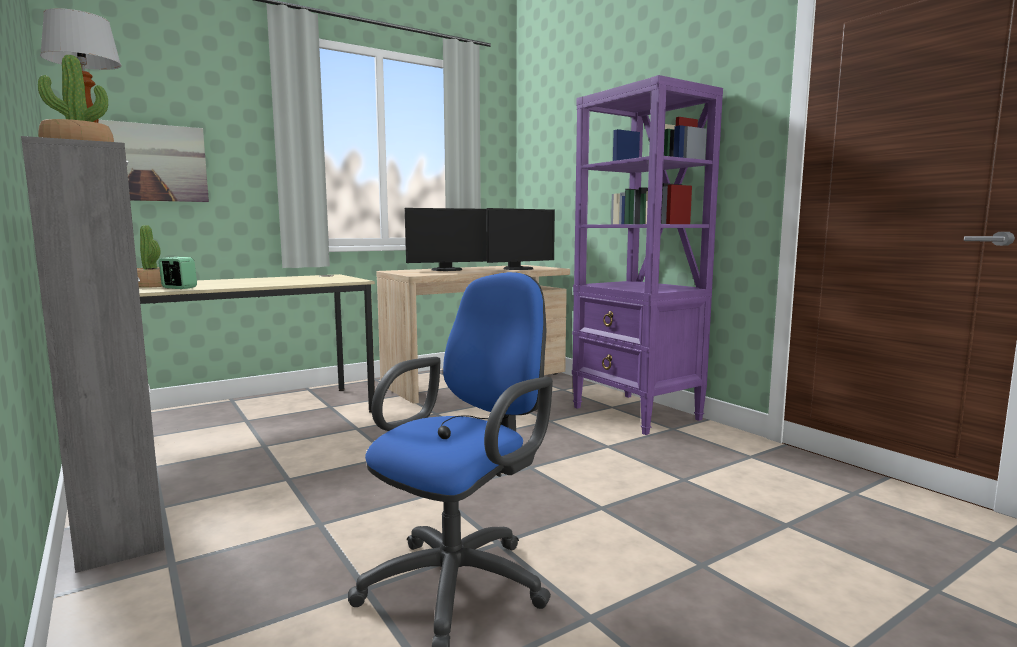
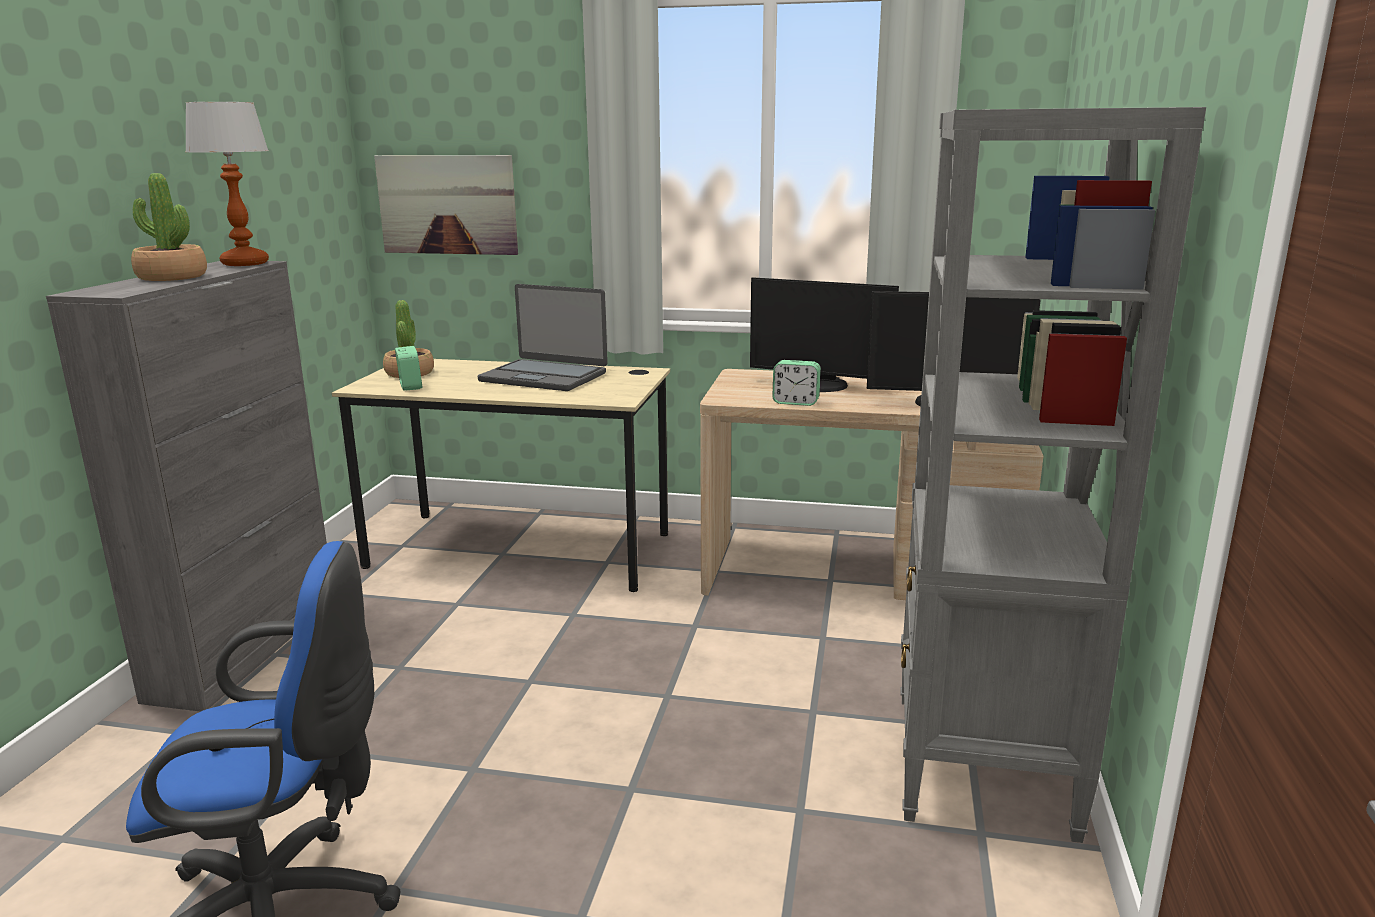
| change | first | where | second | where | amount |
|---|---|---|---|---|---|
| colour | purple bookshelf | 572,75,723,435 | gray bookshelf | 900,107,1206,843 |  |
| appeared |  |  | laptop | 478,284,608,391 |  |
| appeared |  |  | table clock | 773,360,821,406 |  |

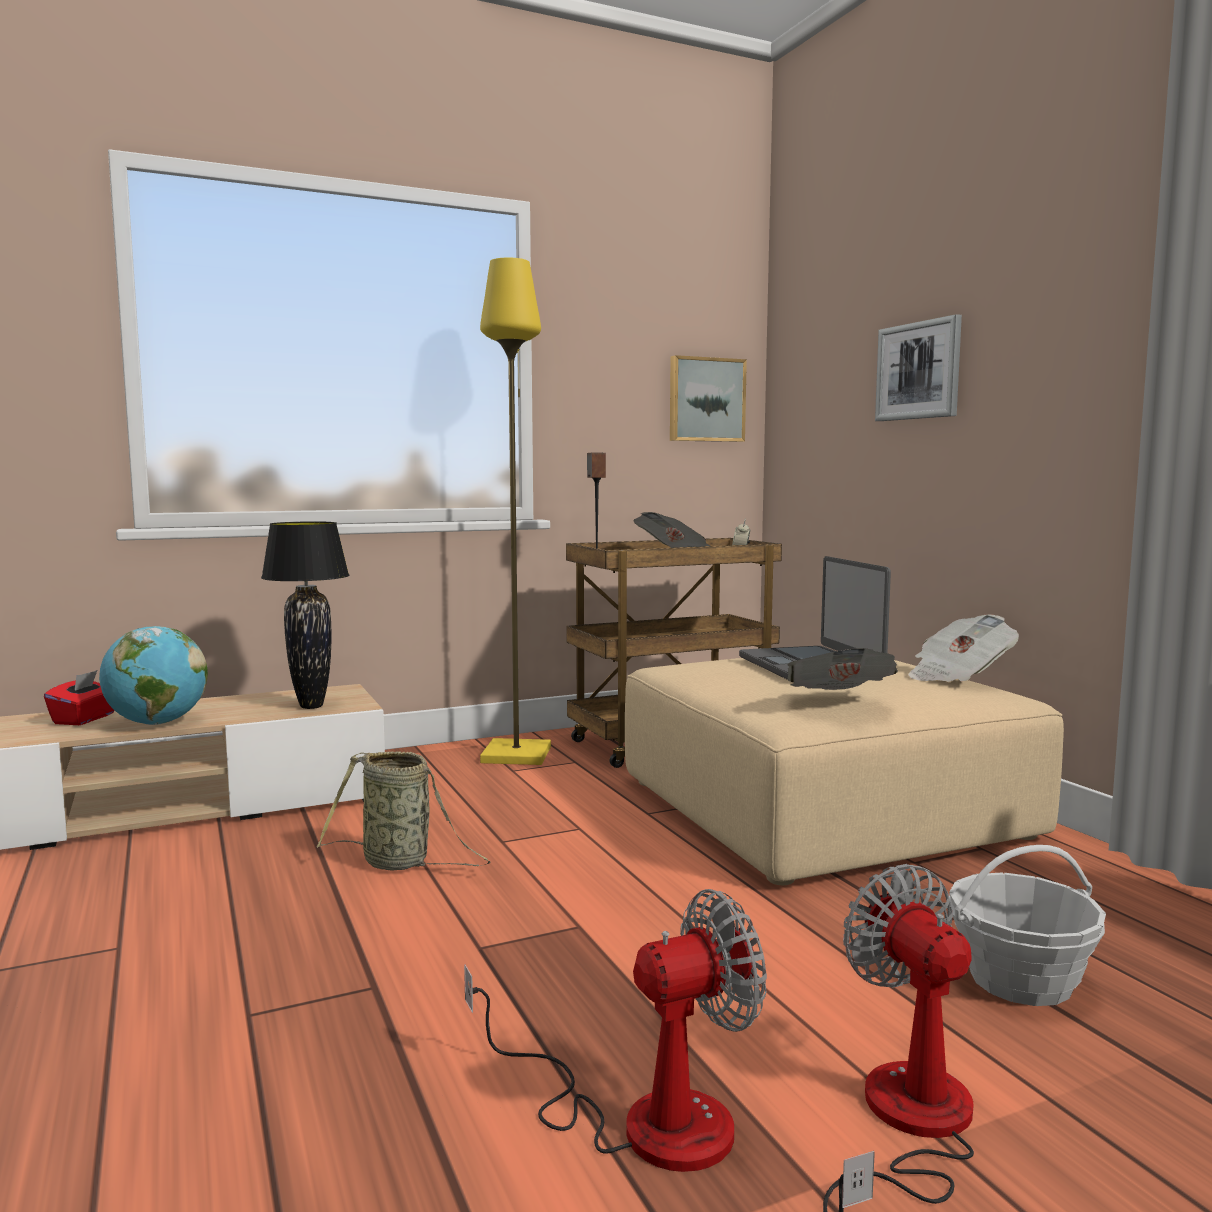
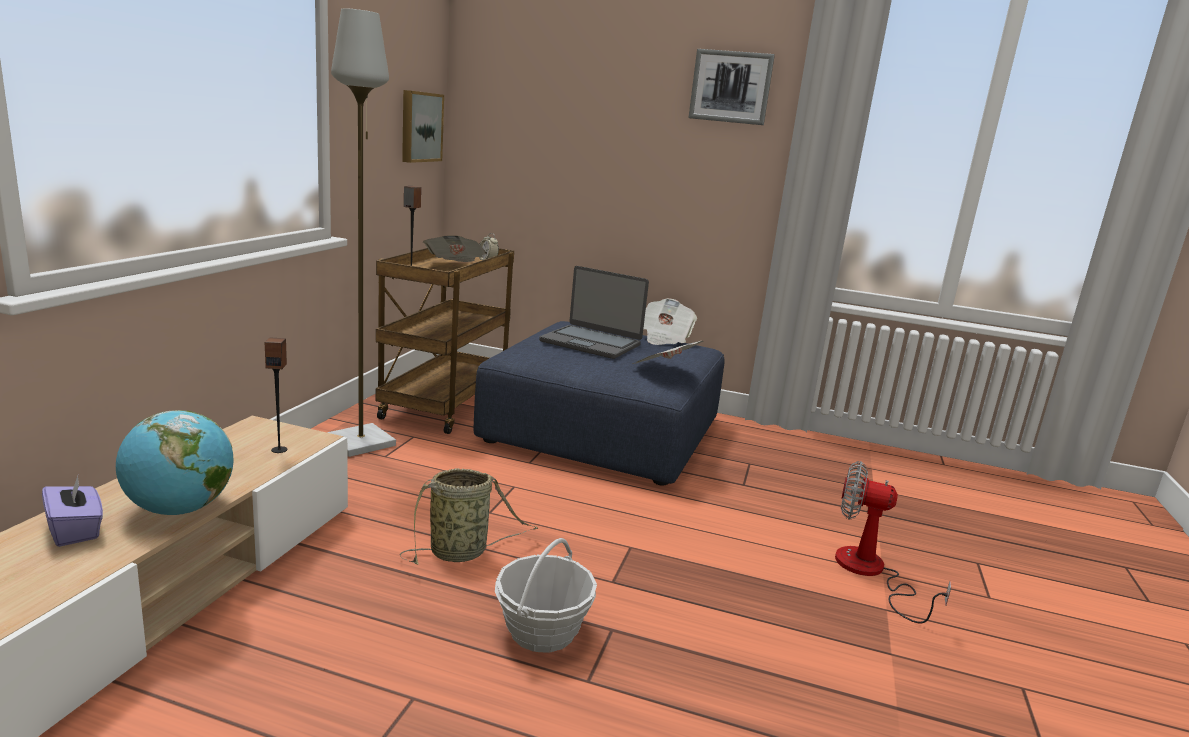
| change | first | where | second | where | amount |
|---|---|---|---|---|---|
| colour | yellow floor lamp | 480,258,551,765 | gray floor lamp | 327,8,396,457 |  |
| relocated | wall picture | 875,314,962,421 |  | 688,49,775,125 |  |
| exchanged | black lamp for a table | 261,521,349,709 | loudspeaker | 265,337,287,453 |  |
| colour | beige pouffe | 625,658,1064,885 | blue-coloured pouffe | 474,321,725,486 |  |
| colour | red-coloured tissue box | 44,670,115,725 | purple tissue box | 42,476,103,547 |  |
| relocated | storage basket | 949,845,1106,1006 |  | 495,538,597,653 |  |
| missing | electric fan | 464,889,767,1172 |  |  |  |

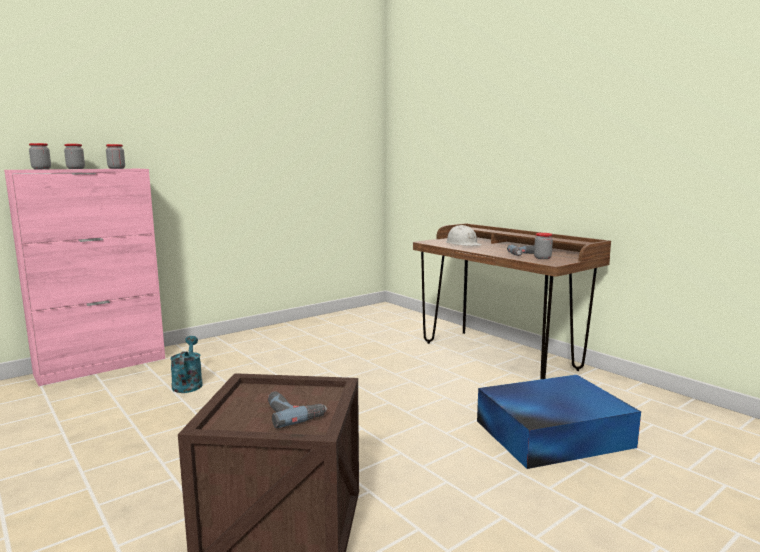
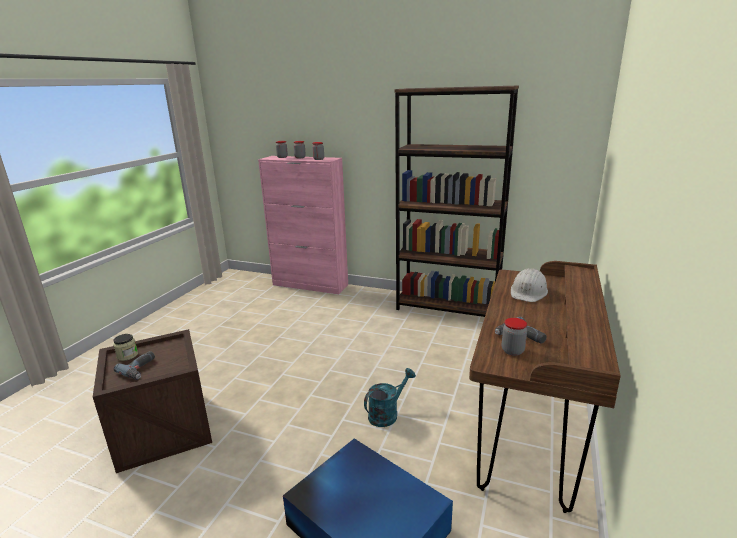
| change | first | where | second | where | amount |
|---|---|---|---|---|---|
| relocated | blue-green sprinkling can | 170,336,203,393 |  | 364,368,416,427 |  |
| appeared |  |  | brown-coloured bookshelf | 394,85,519,317 |  |
| appeared |  |  | storage jar | 113,334,138,361 |  |

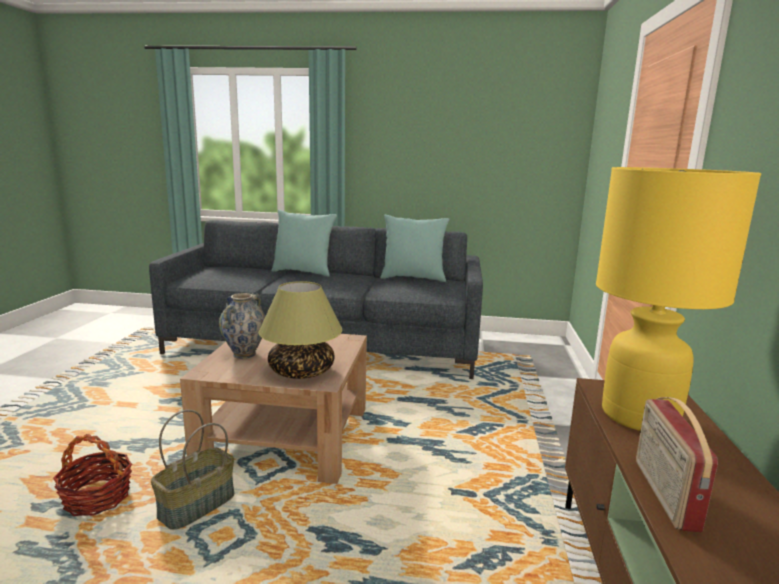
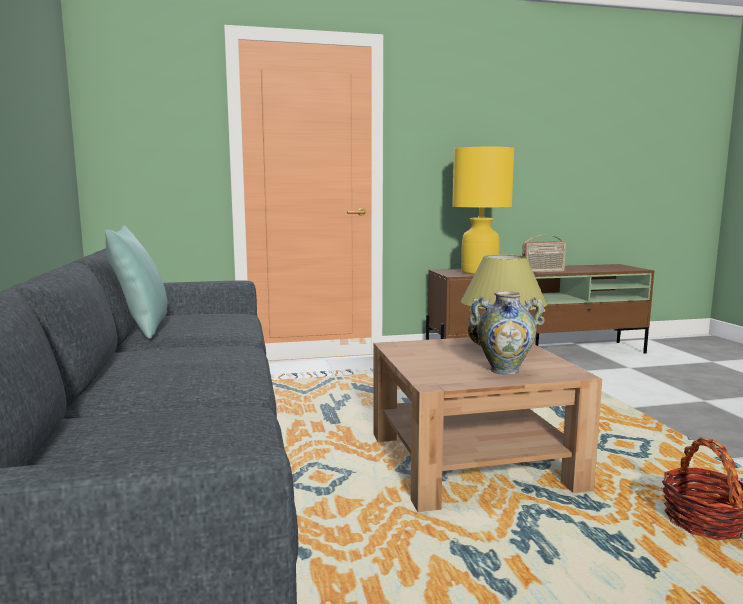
| change | first | where | second | where | amount |
|---|---|---|---|---|---|
| missing | blue-green cushion | 271,210,337,277 |  |  |  |
| missing | storage basket | 151,410,234,530 |  |  |  |

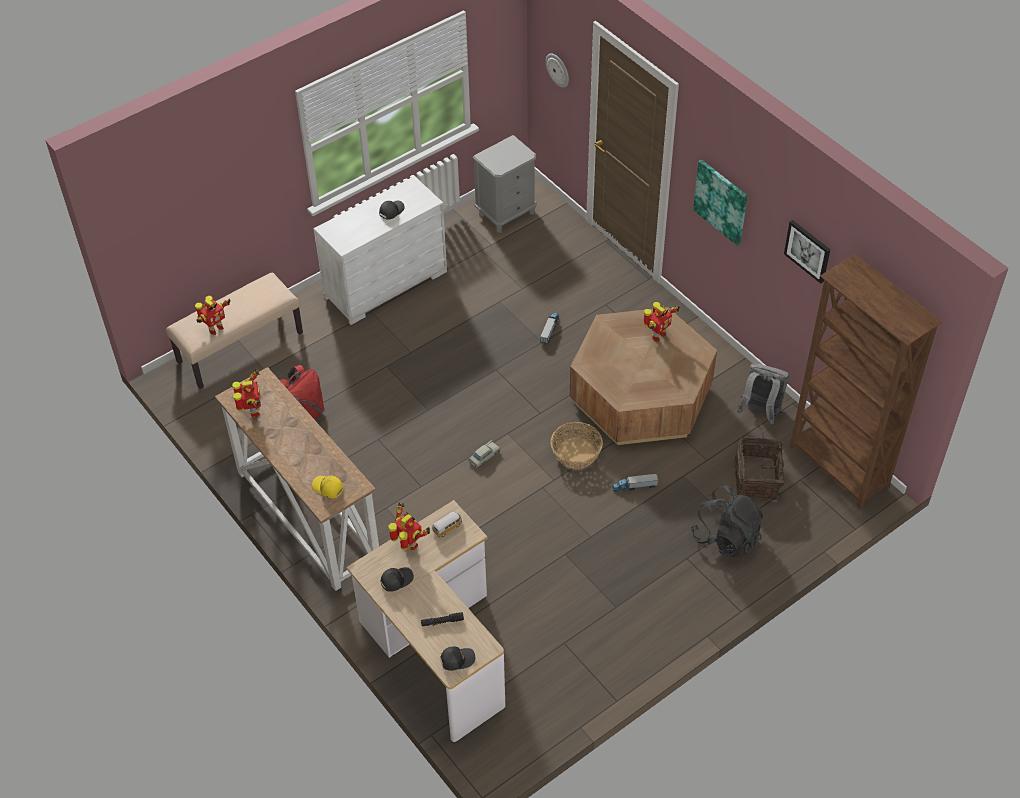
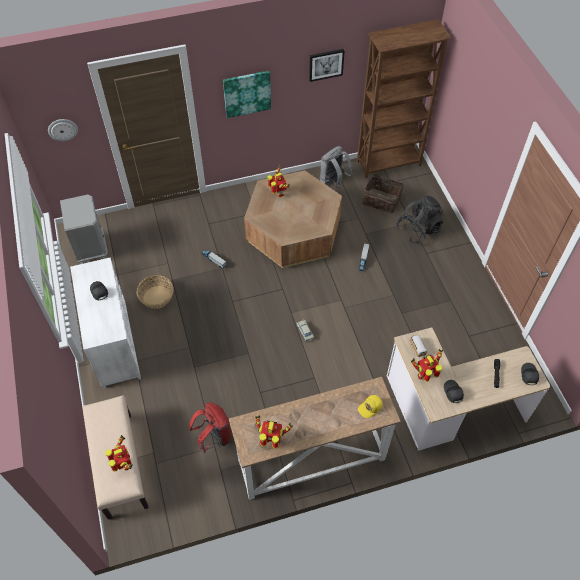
| change | first | where | second | where | amount |
|---|---|---|---|---|---|
| relocated | storage basket | 550,422,603,469 |  | 136,275,174,309 |  |

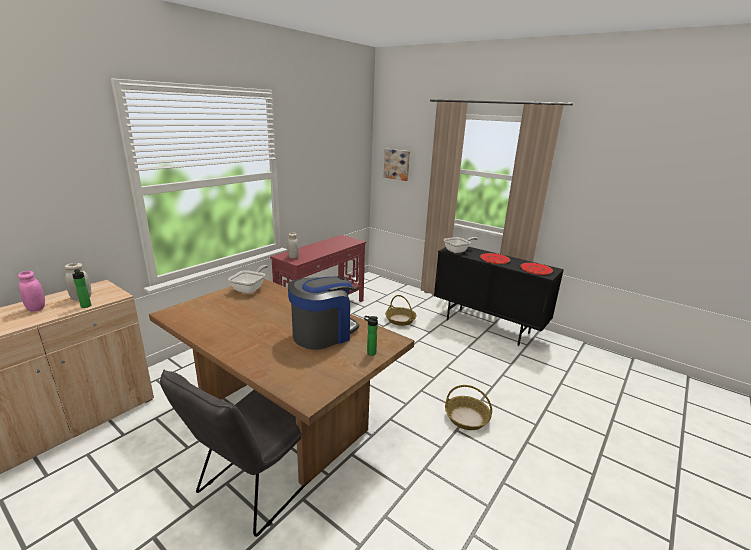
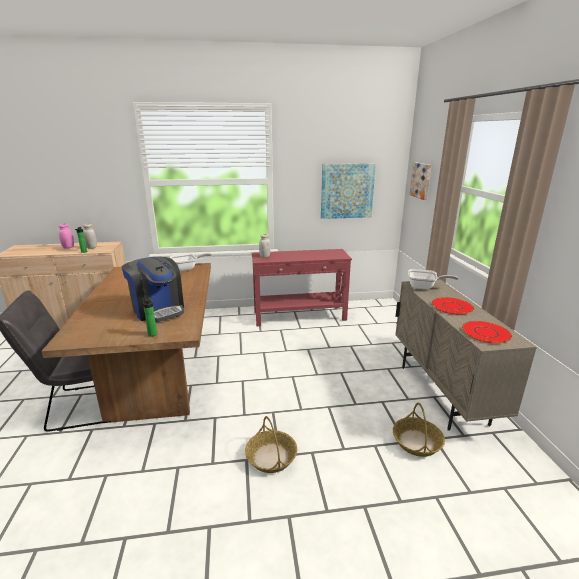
| change | first | where | second | where | amount |
|---|---|---|---|---|---|
| colour | black storage cabinet | 434,246,564,346 | beige storage cabinet | 395,280,537,431 |  |
| spun | coffee maker | 288,276,359,350 |  | 121,257,184,322 | 45 degrees clockwise |
| relocated | storage basket | 385,295,417,326 |  | 393,403,445,457 |  |
| appeared |  |  | wall picture | 321,163,376,219 |  |

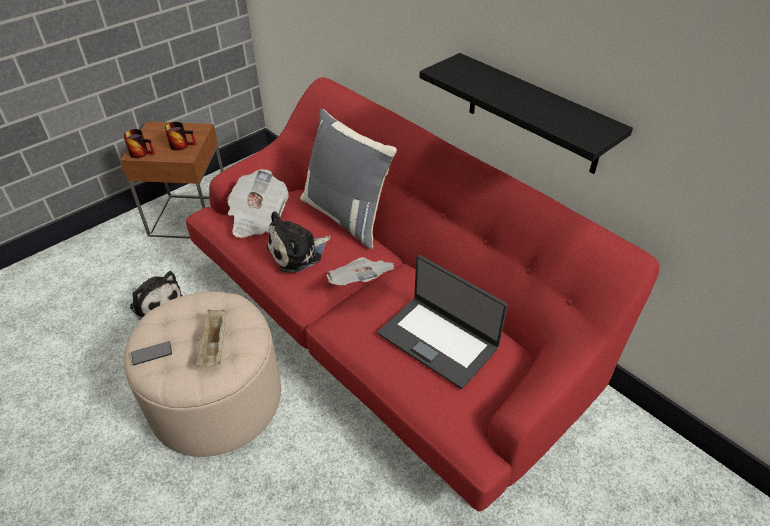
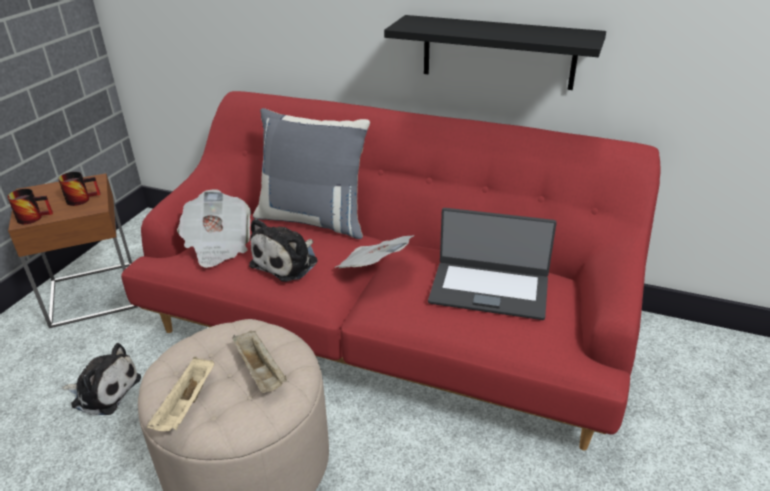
| change | first | where | second | where | amount |
|---|---|---|---|---|---|
| exchanged | handset | 131,341,172,365 | beige tray | 147,357,214,431 |  |

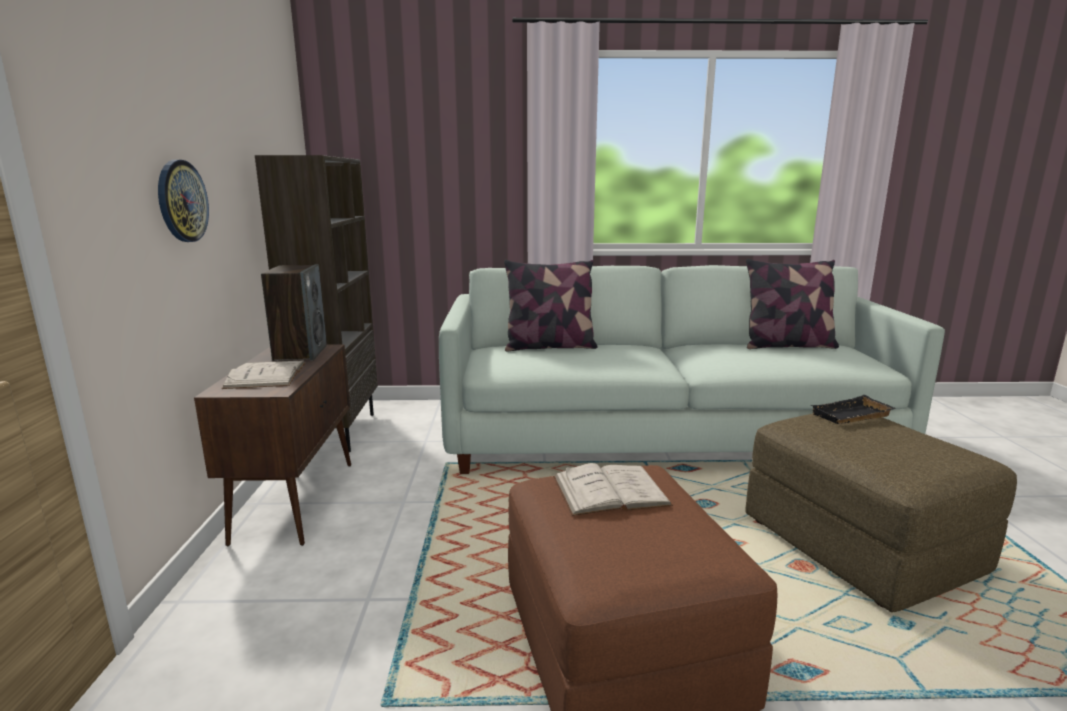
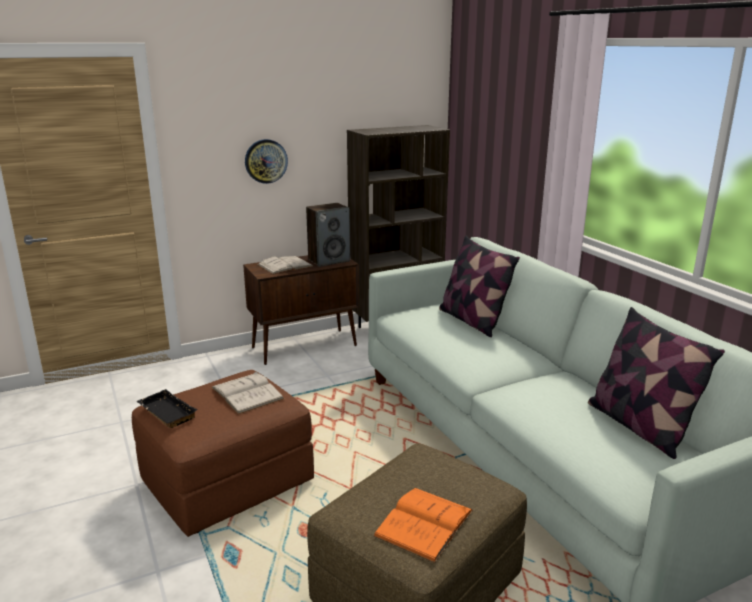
| change | first | where | second | where | amount |
|---|---|---|---|---|---|
| relocated | black tray | 811,395,895,424 |  | 136,389,198,428 |  |
| appeared |  |  | orange bound book | 373,488,473,563 |  |

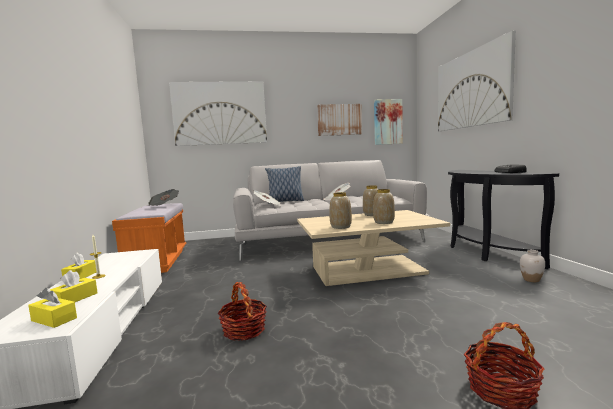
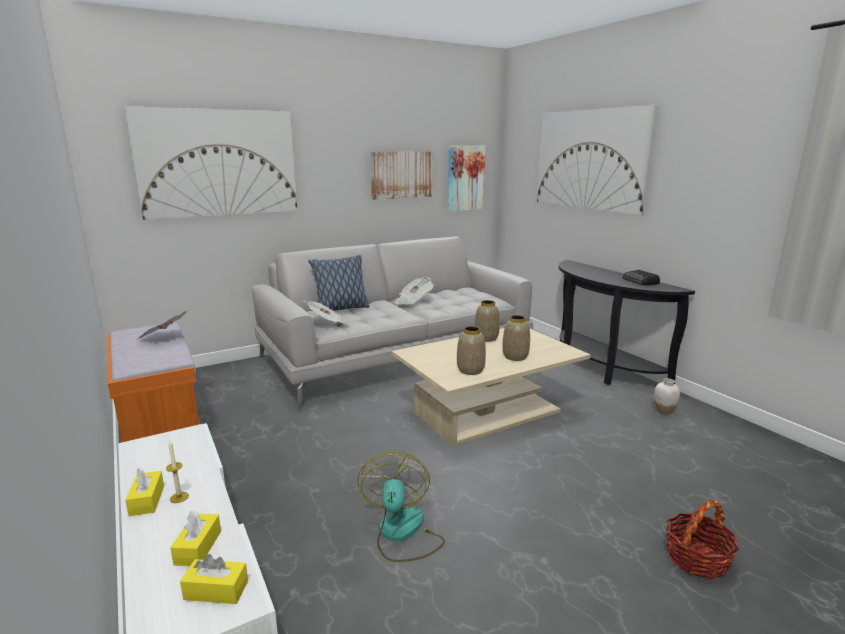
| change | first | where | second | where | amount |
|---|---|---|---|---|---|
| exchanged | storage basket | 218,282,267,341 | electric fan | 357,452,445,562 |  |

